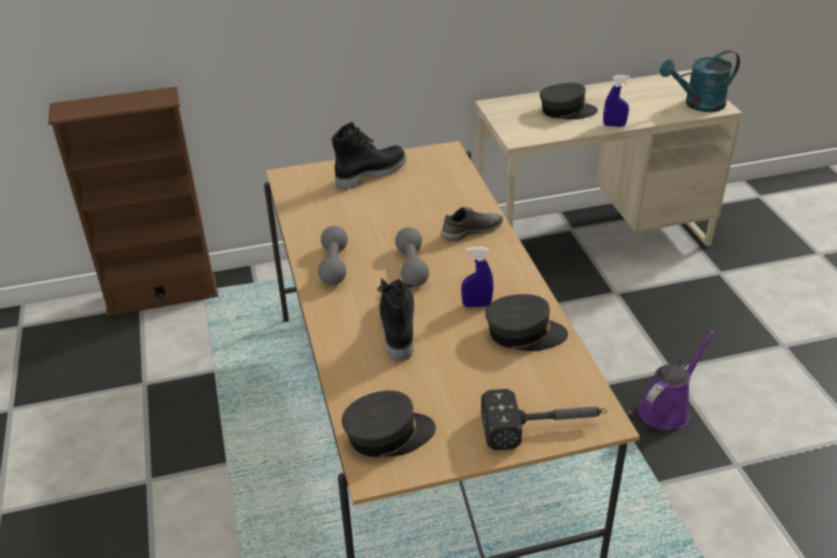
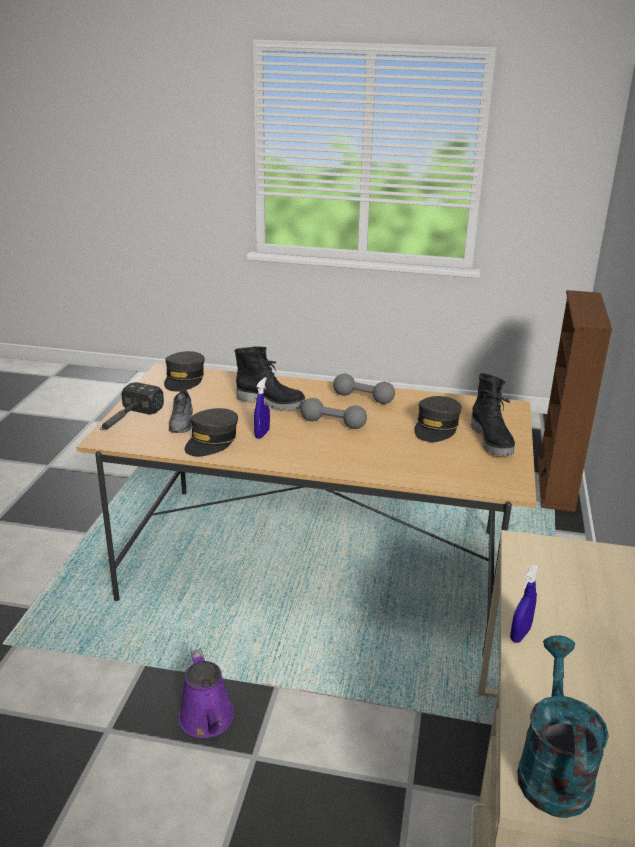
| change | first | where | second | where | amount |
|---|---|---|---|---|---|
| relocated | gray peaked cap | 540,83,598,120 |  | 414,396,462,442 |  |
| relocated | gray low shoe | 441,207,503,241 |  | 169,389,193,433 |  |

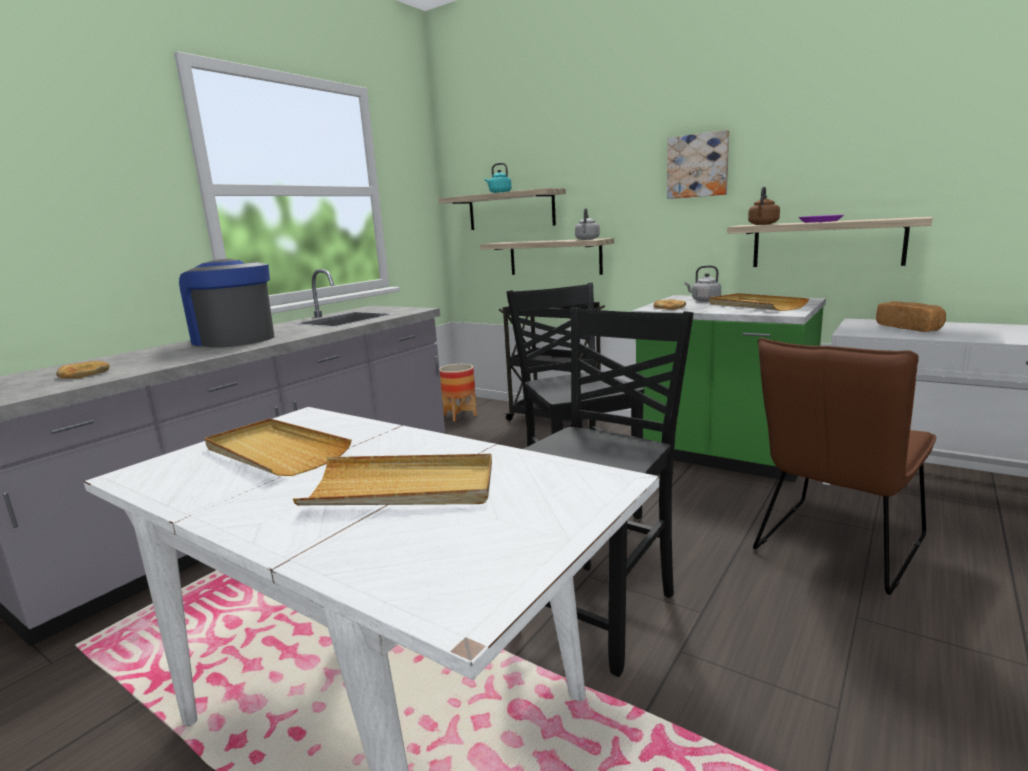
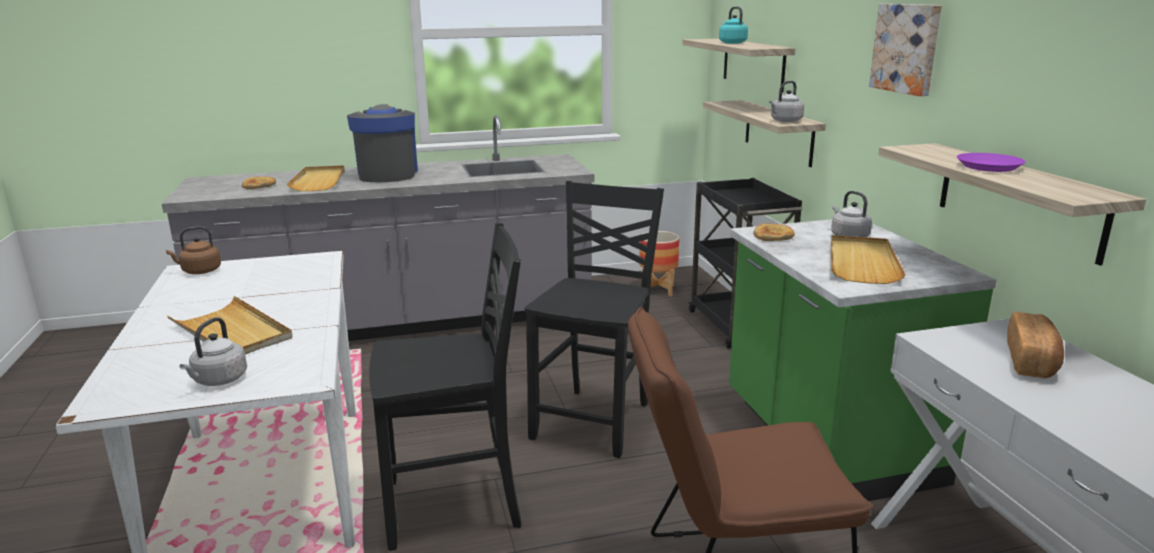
| change | first | where | second | where | amount |
|---|---|---|---|---|---|
| relocated | brown-coloured water kettle | 748,187,780,225 |  | 166,226,221,274 |  |
| relocated | beige tray | 205,418,352,476 |  | 287,165,345,191 |  |
| appeared |  |  | gray water kettle | 180,317,247,386 |  |

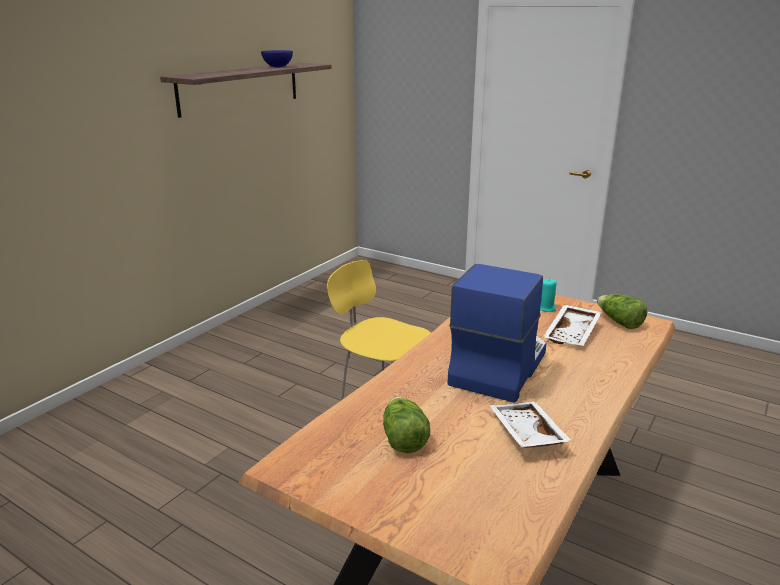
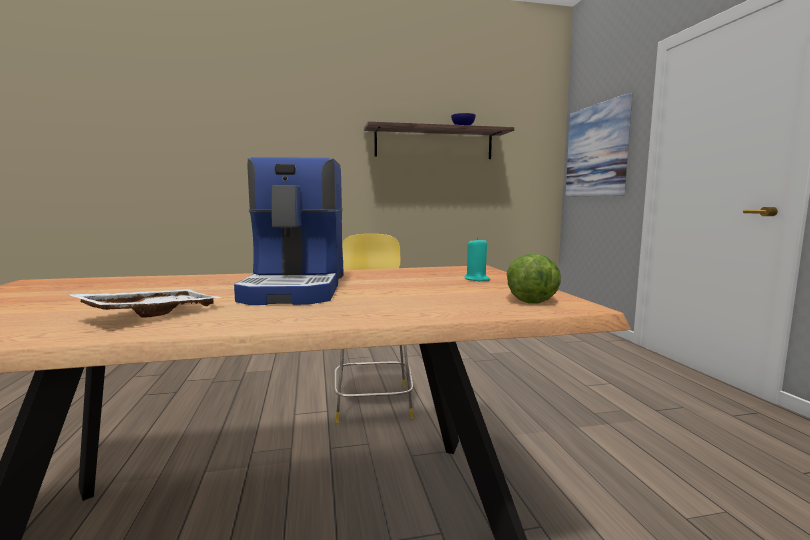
| change | first | where | second | where | amount |
|---|---|---|---|---|---|
| spun | coffee maker | 447,264,547,403 |  | 234,157,344,305 | 105 degrees clockwise |
| missing | white-coloured tray | 543,305,602,346 |  |  |  |
| missing | head of lettuce | 383,397,430,453 |  |  |  |
| appeared |  |  | wall picture | 565,93,632,197 |  |

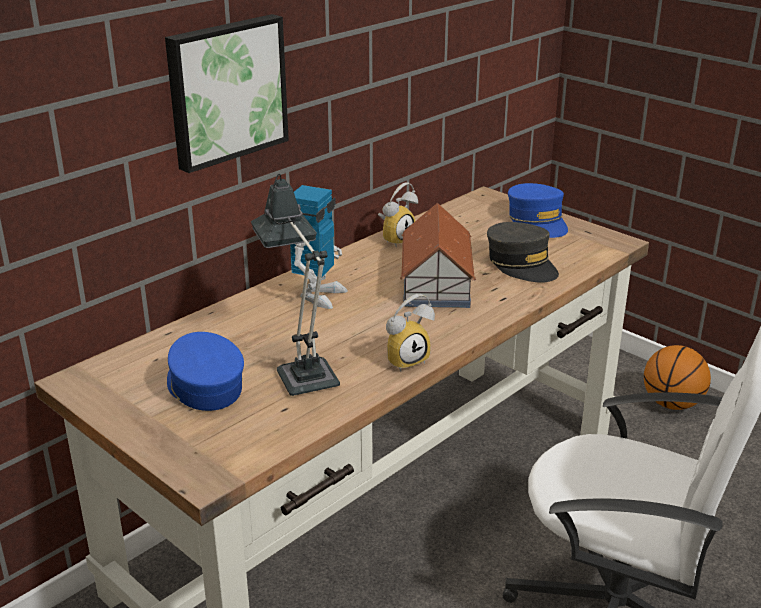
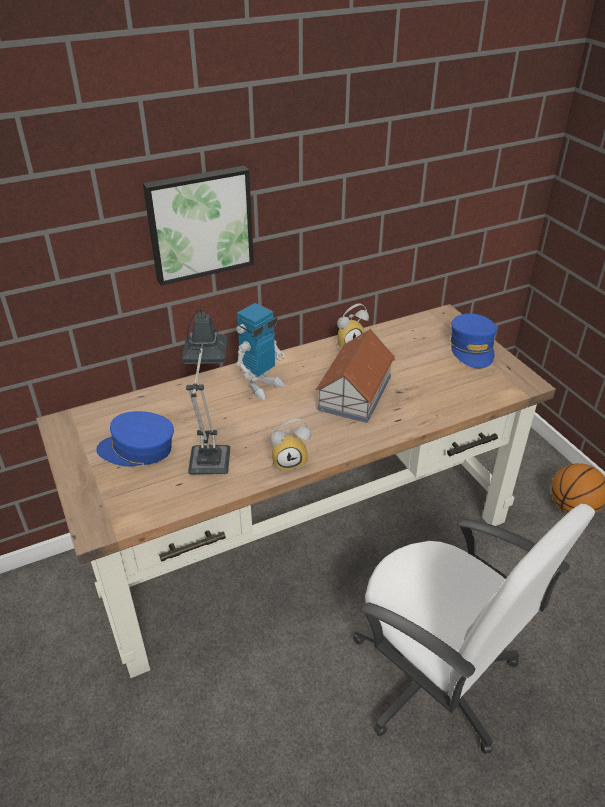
| change | first | where | second | where | amount |
|---|---|---|---|---|---|
| missing | gray peaked cap | 487,222,559,283 |  |  |  |
| spun | blue-coloured peaked cap | 167,332,244,411 |  | 96,411,174,467 | 75 degrees counterclockwise |

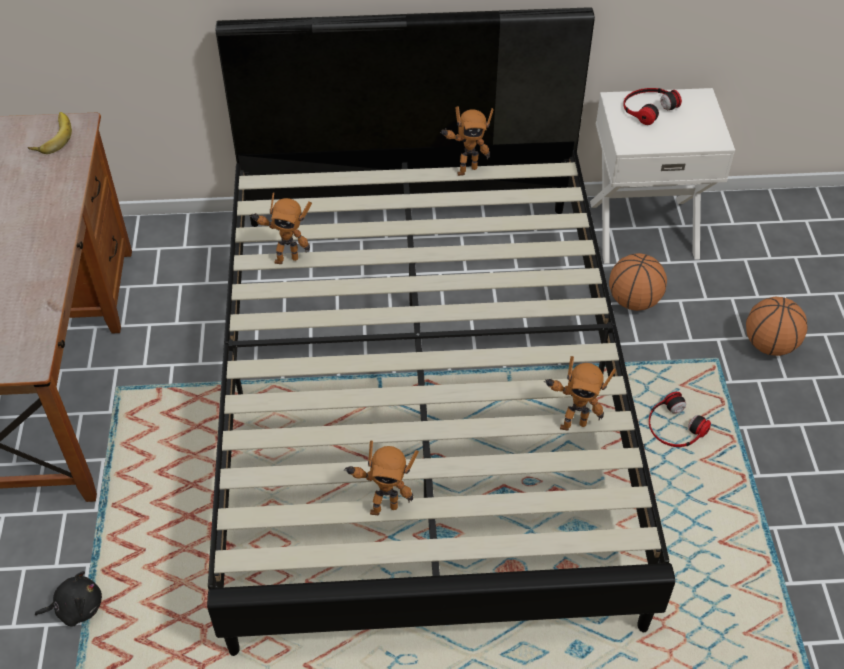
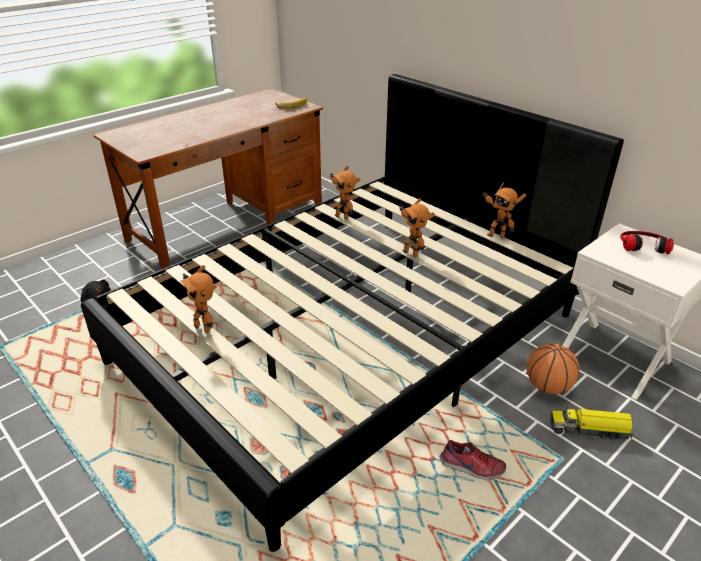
| change | first | where | second | where | amount |
|---|---|---|---|---|---|
| missing | basketball ball | 746,297,808,356 |  |  |  |
| relocated | model robot | 544,356,616,431 |  | 399,198,435,257 |  |
| exchanged | pair of headphones | 649,392,711,447 | low shoe | 439,440,506,481 |  |
| appeared |  |  | toy truck | 550,407,634,439 |  |

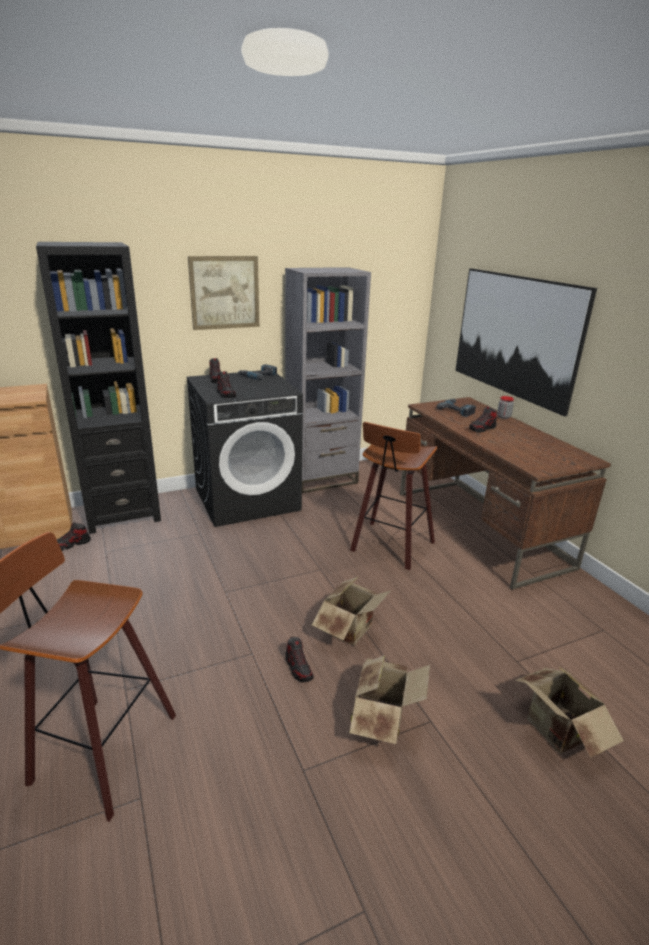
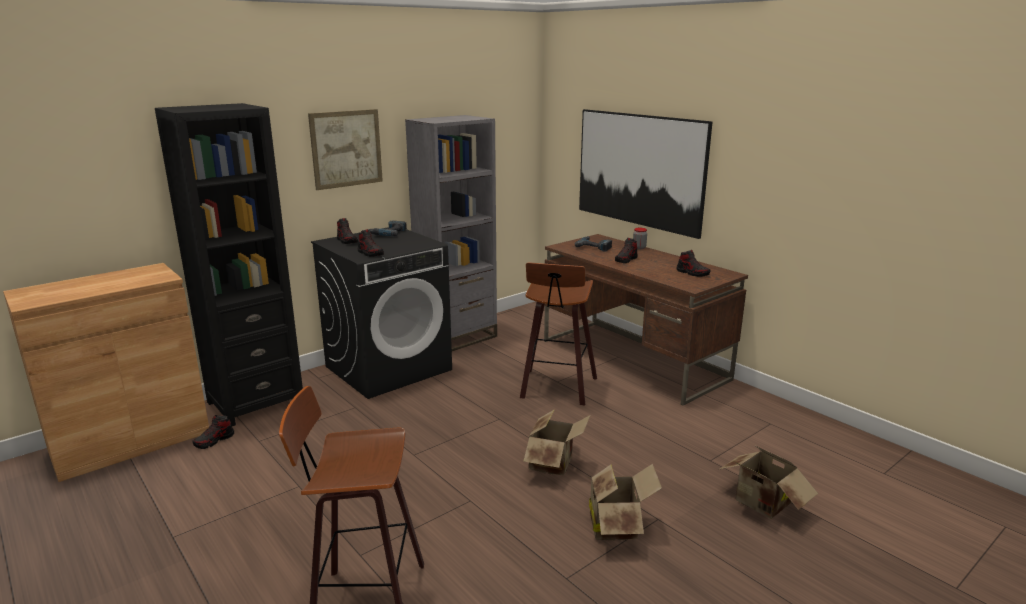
| change | first | where | second | where | amount |
|---|---|---|---|---|---|
| relocated | low shoe | 285,637,314,682 |  | 677,250,710,277 |  |

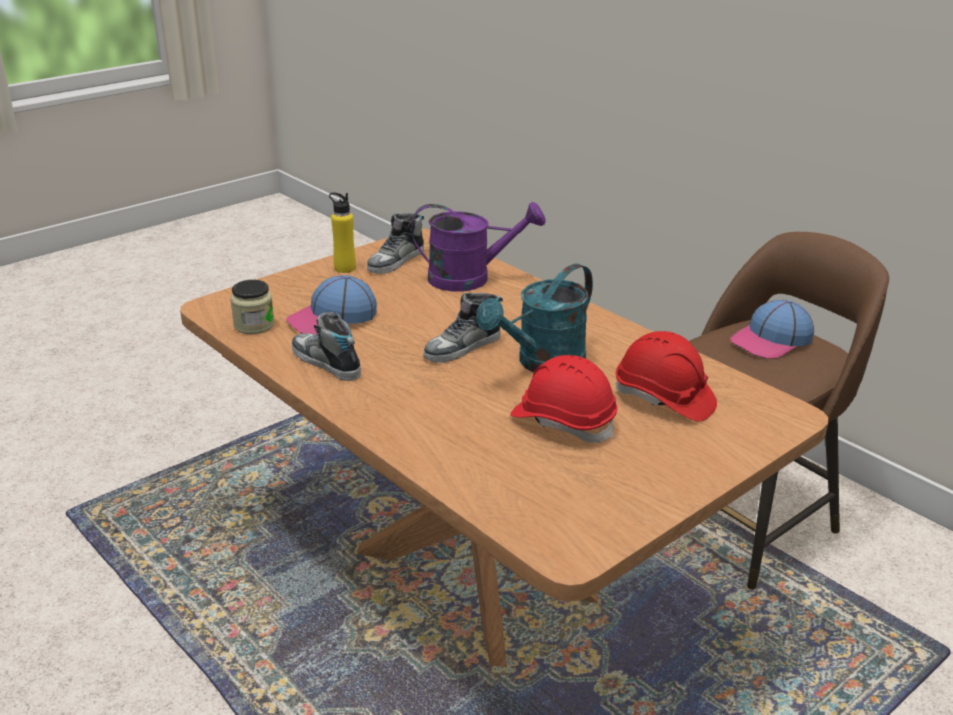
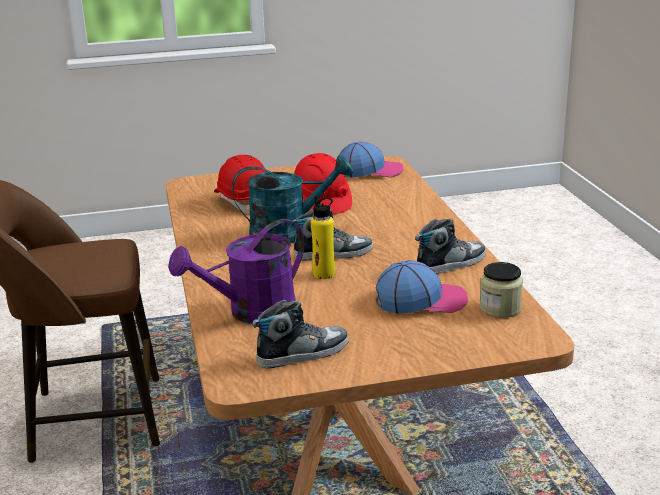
| change | first | where | second | where | amount |
|---|---|---|---|---|---|
| relocated | yellow bottle | 329,192,356,273 |  | 311,196,335,279 |  |
| spun | purple sprinkling can | 411,202,545,292 |  | 168,219,305,324 | 60 degrees counterclockwise |
| relocated | peaked cap | 730,299,814,359 |  | 339,141,403,178 |  |
| spun | low shoe | 292,312,361,381 |  | 415,218,486,274 | 105 degrees counterclockwise |

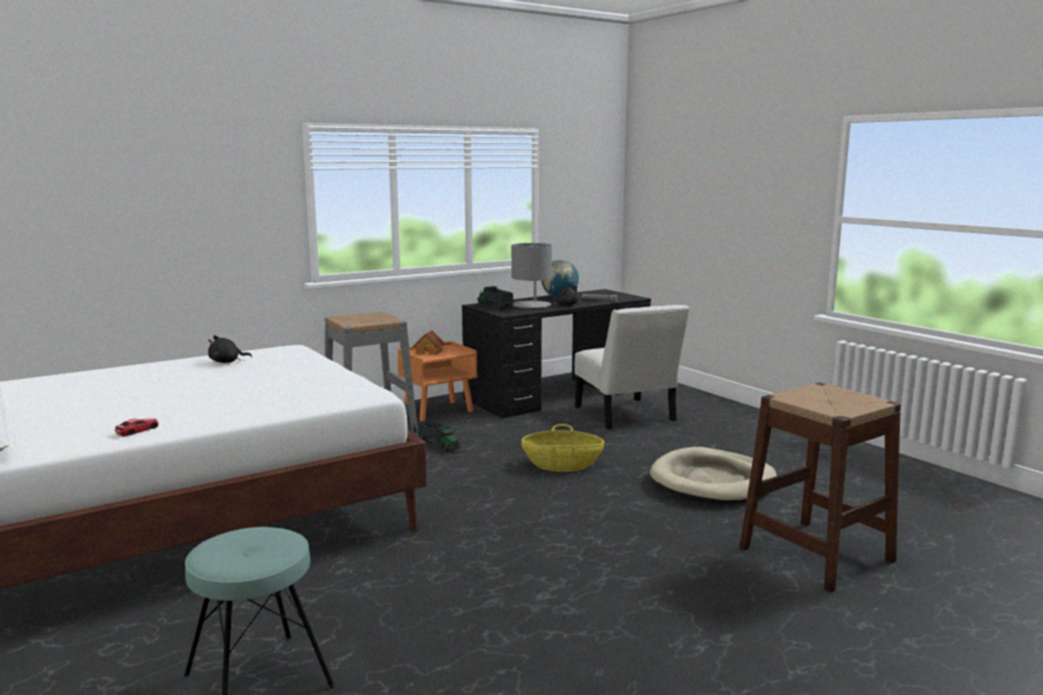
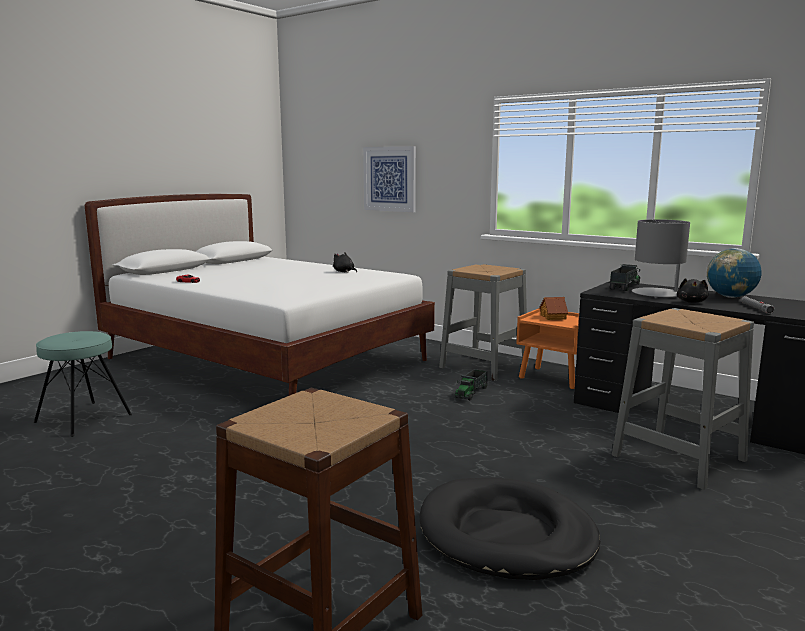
| change | first | where | second | where | amount |
|---|---|---|---|---|---|
| exchanged | white-coloured upright chair | 574,305,690,429 | gray sitting stool | 612,308,754,490 |  |
| missing | storage basket | 521,424,604,472 |  |  |  |
| colour | beige dog bed | 650,447,777,504 | black dog bed | 420,478,600,580 |  |
| appeared |  |  | wall picture | 363,146,416,212 |  |

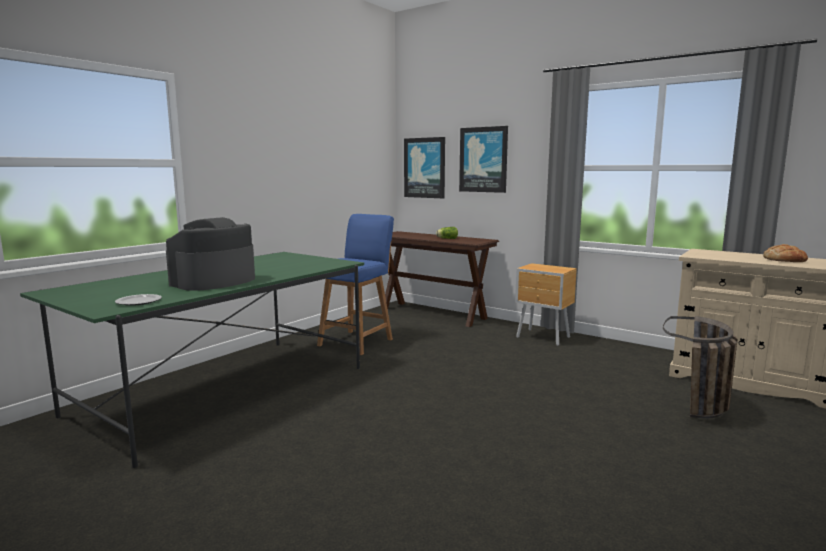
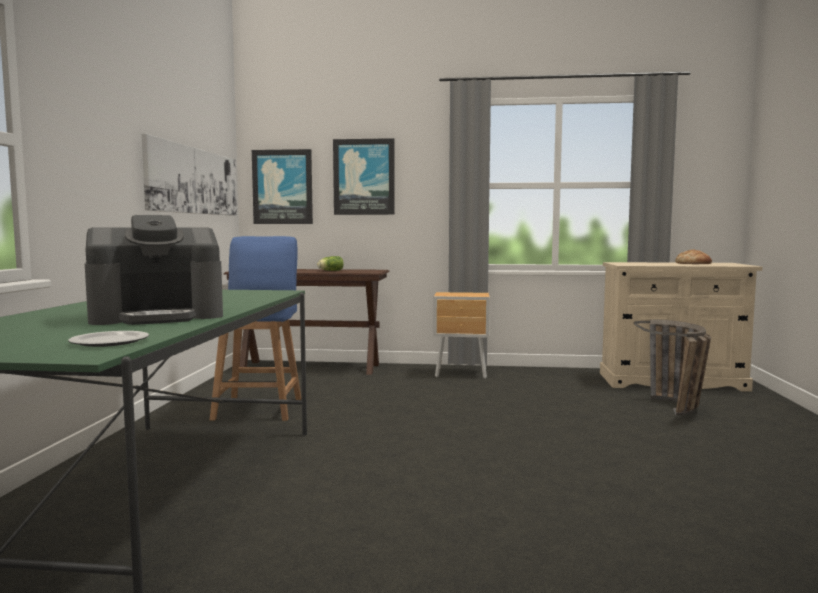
| change | first | where | second | where | amount |
|---|---|---|---|---|---|
| spun | coffee maker | 166,217,255,291 |  | 85,215,223,325 | 120 degrees counterclockwise |
| appeared |  |  | wall picture | 141,134,237,216 |  |

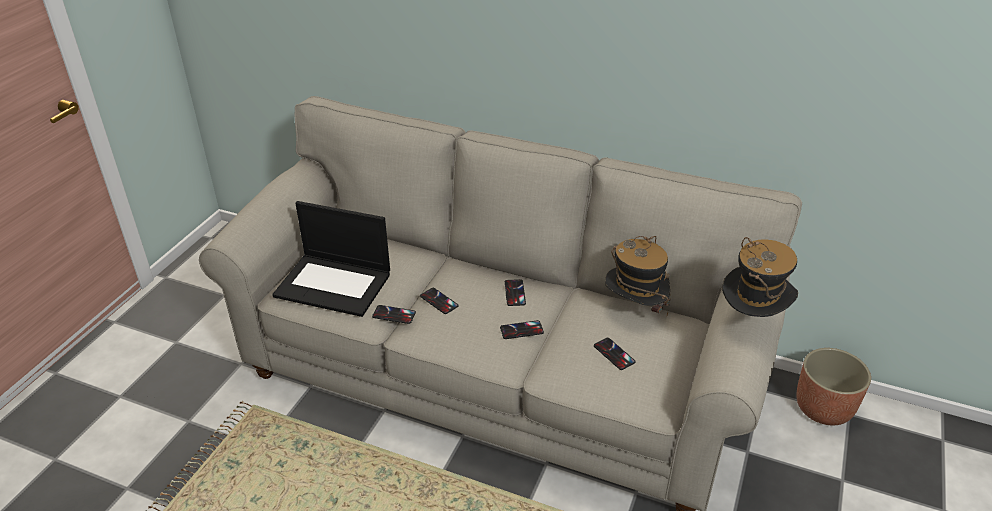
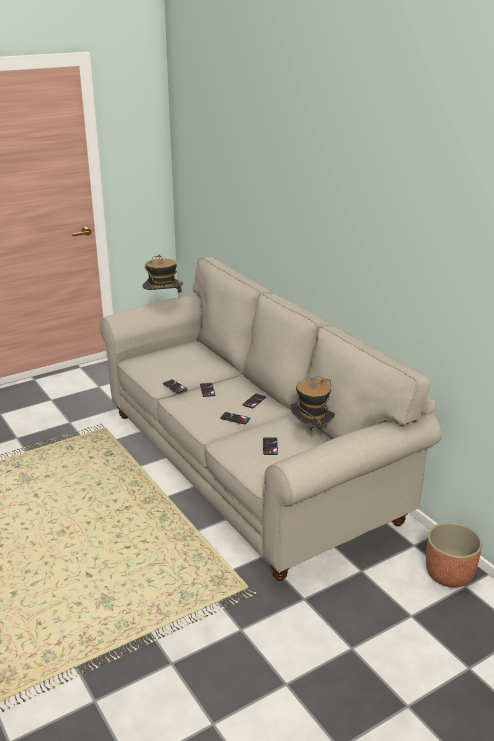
| change | first | where | second | where | amount |
|---|---|---|---|---|---|
| missing | laptop | 272,201,390,317 |  |  |  |
| relocated | hat | 722,237,798,317 |  | 142,254,183,298 |  |

